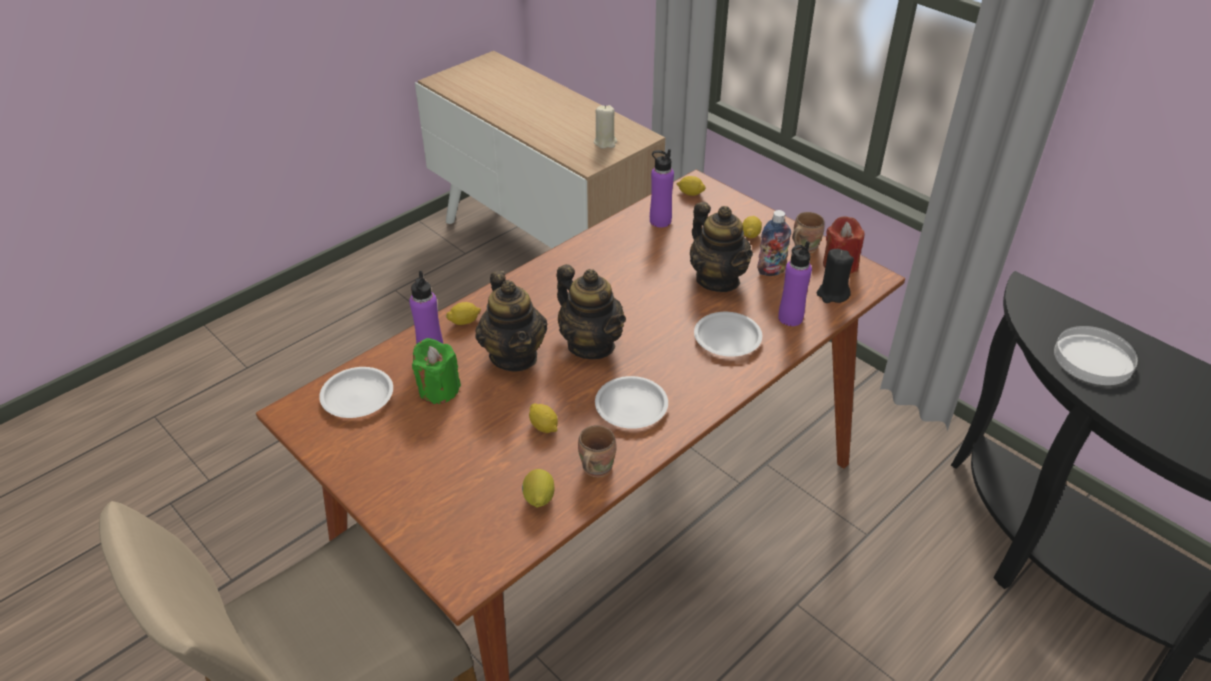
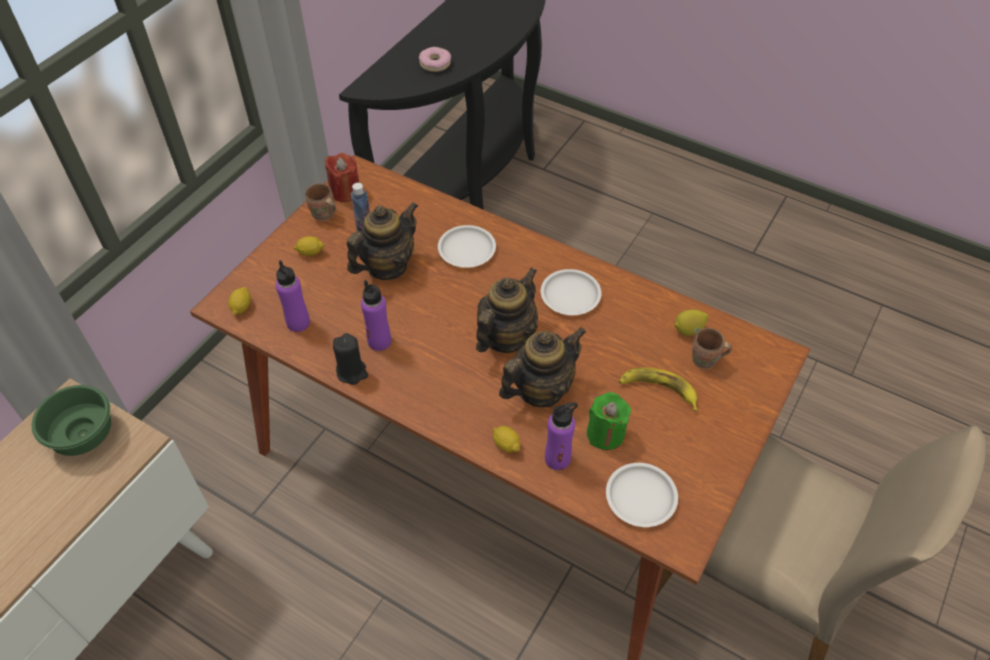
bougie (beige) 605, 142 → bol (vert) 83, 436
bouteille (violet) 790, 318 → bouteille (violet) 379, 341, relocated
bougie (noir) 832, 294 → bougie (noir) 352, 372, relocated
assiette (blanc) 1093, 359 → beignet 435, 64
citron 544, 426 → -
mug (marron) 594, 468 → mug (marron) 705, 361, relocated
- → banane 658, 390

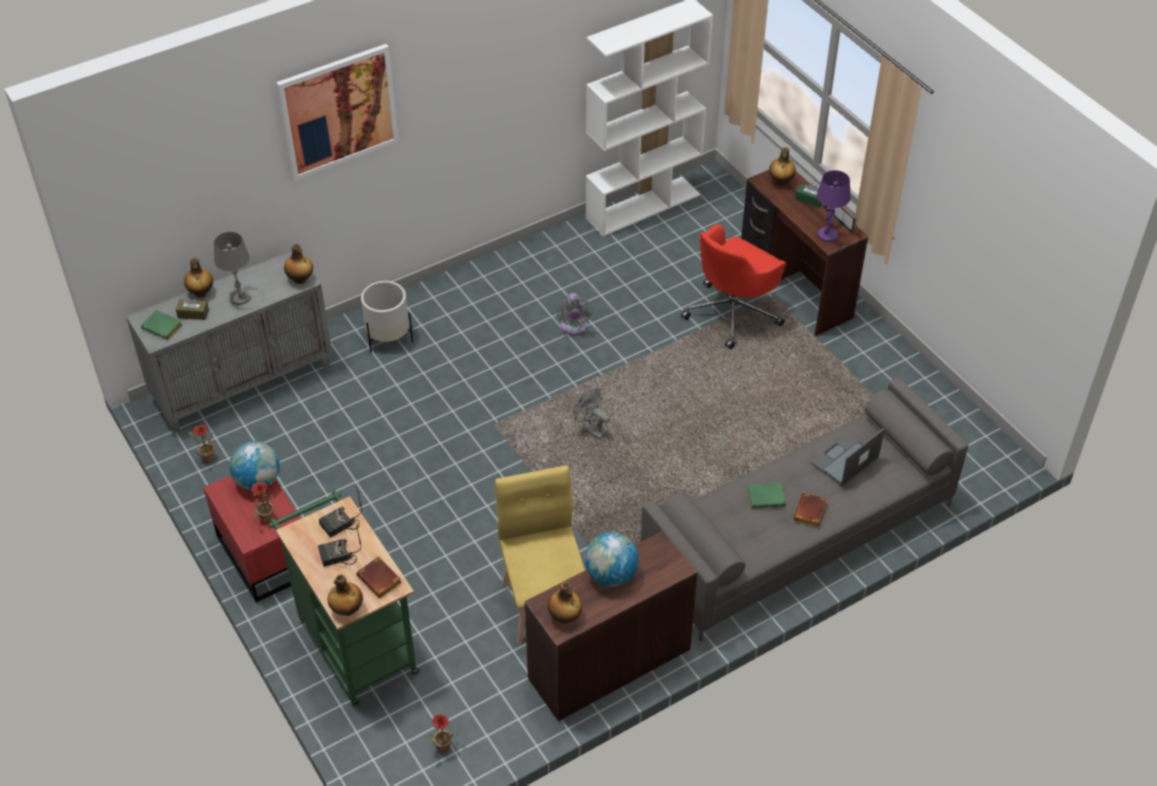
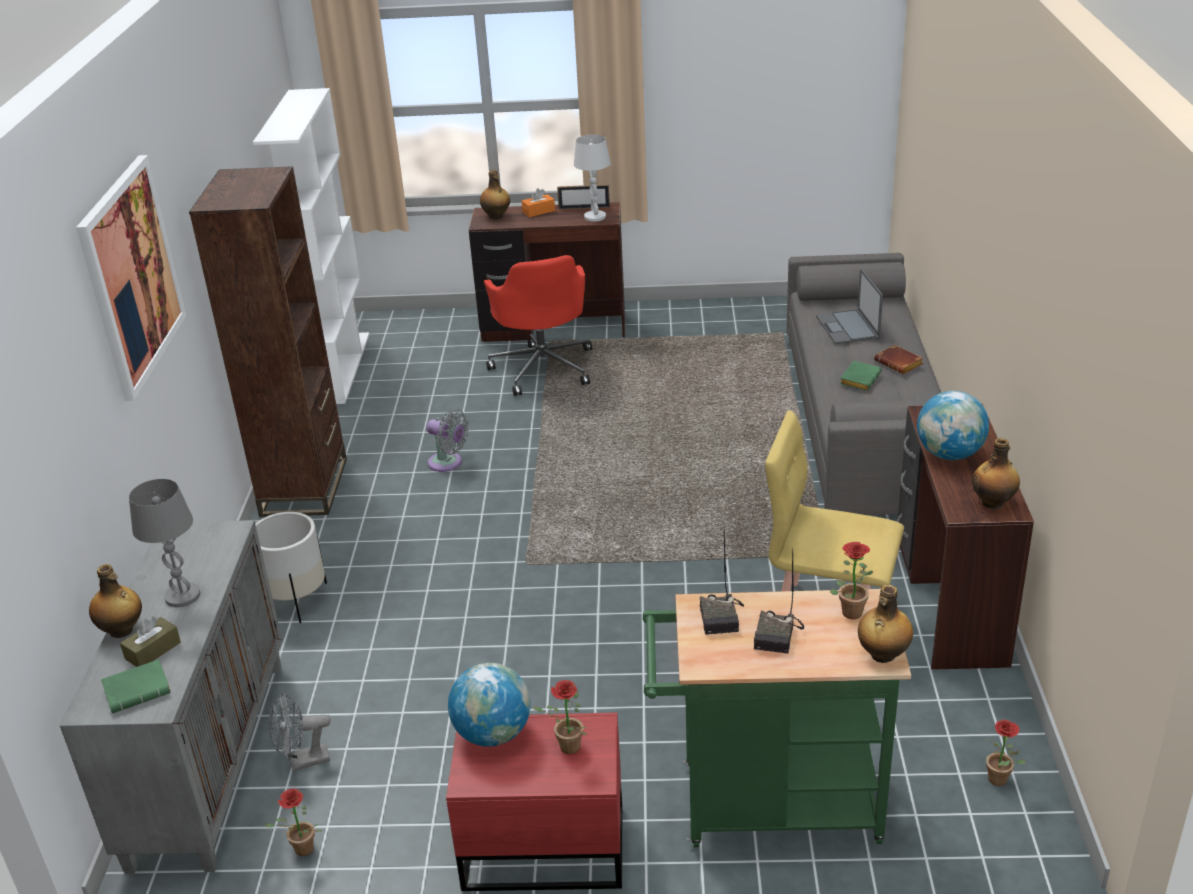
lampe de table (violet) 827, 235 → lampe de table (blanc) 595, 217
boîte à mouchoirs (vert) 809, 200 → boîte à mouchoirs (orange) 538, 211
bouteille 300, 279 → -
ventilateur (gris) 591, 429 → ventilateur (gris) 303, 761, relocated
livre (marron) 381, 580 → plante en pot 850, 610
- → bibliothèque (marron) 304, 487

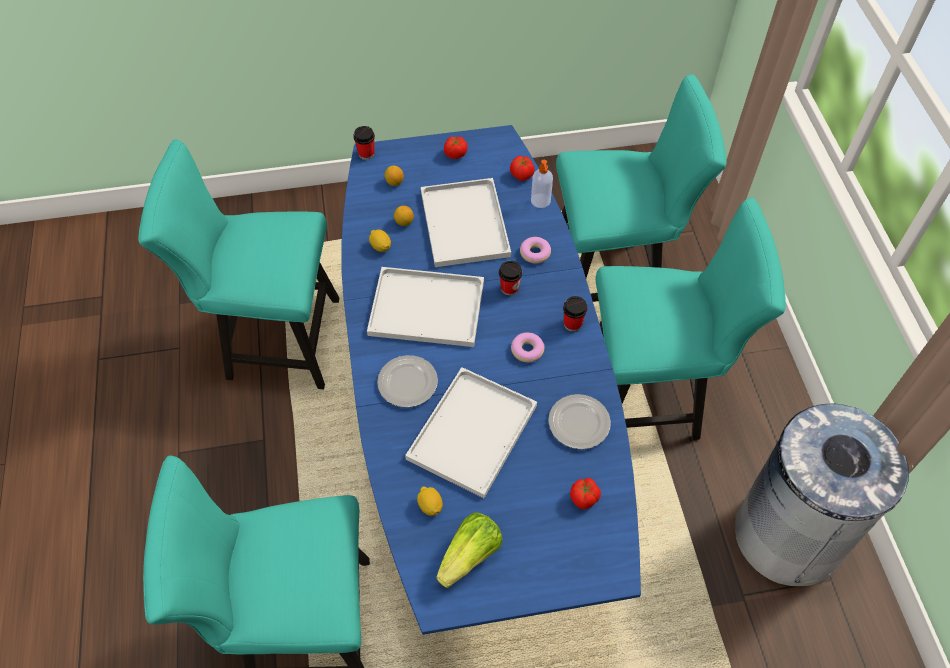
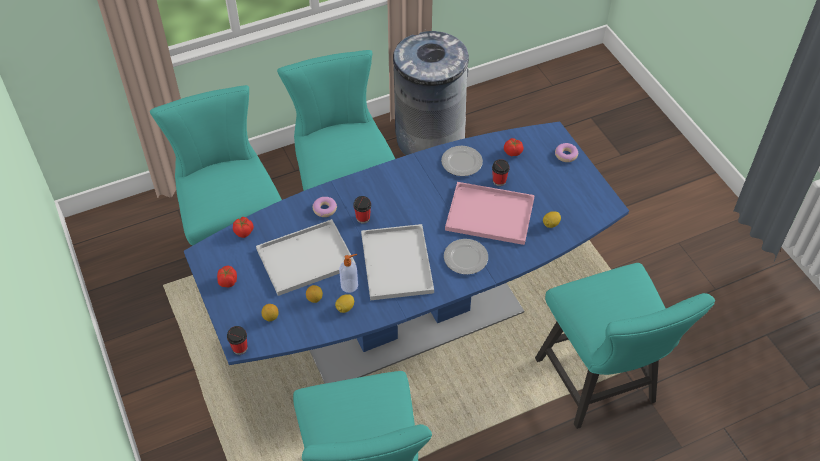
distributeur de savon 540, 201 → distributeur de savon 350, 285, relocated
tasse 572, 324 → tasse 499, 181, relocated
beignet 527, 350 → beignet 566, 155, relocated
plateau (blanc) 472, 434 → plateau (rose) 491, 214
laitue 470, 555 → -

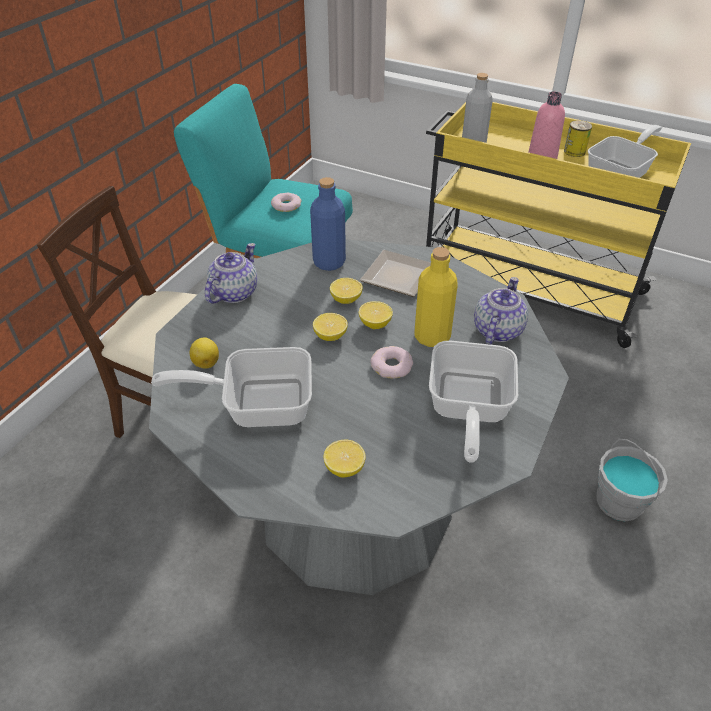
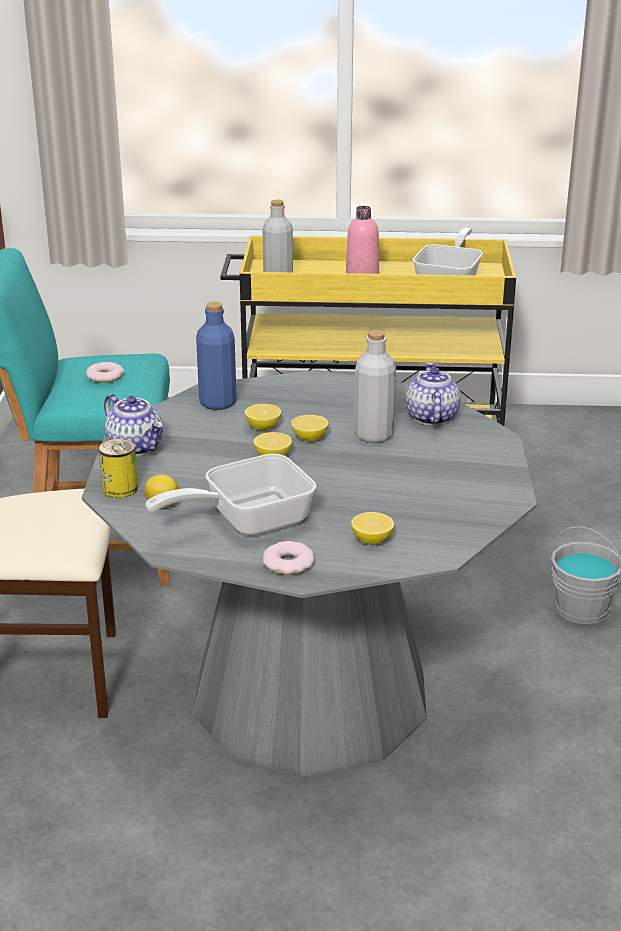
boîte métallique 574, 151 → boîte métallique 120, 489, relocated
théière 234, 292 → théière 136, 447, 135 degrees clockwise
bouteille (jaune) 432, 337 → bouteille (gris) 373, 435
assiette 399, 278 → -
poêle 467, 409 → -
beignet 392, 366 → beignet 289, 563, relocated

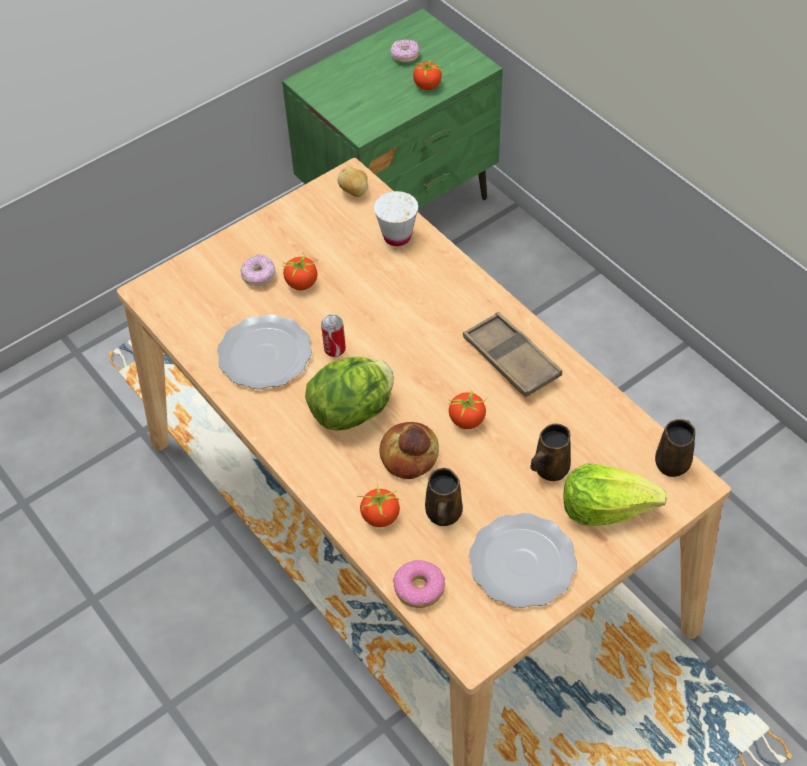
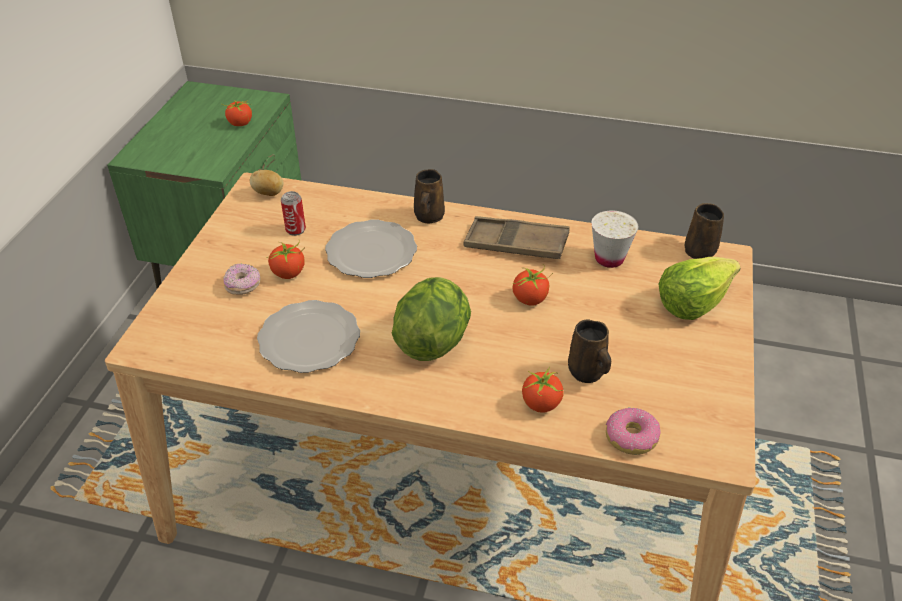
beignet 405, 56 → -
tasse (blanc) 397, 236 → tasse (blanc) 609, 259, relocated
boîte métallique 335, 349 → boîte métallique 295, 230, relocated
pain 408, 455 → -
mug (marron) 549, 469 → mug (marron) 428, 217, relocated
assiette 524, 563 → assiette 372, 251, relocated

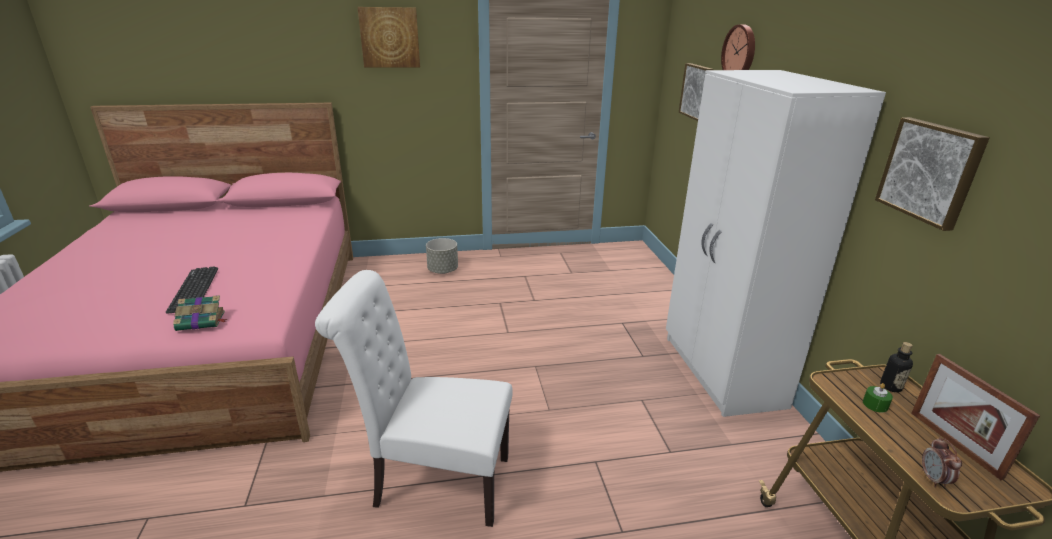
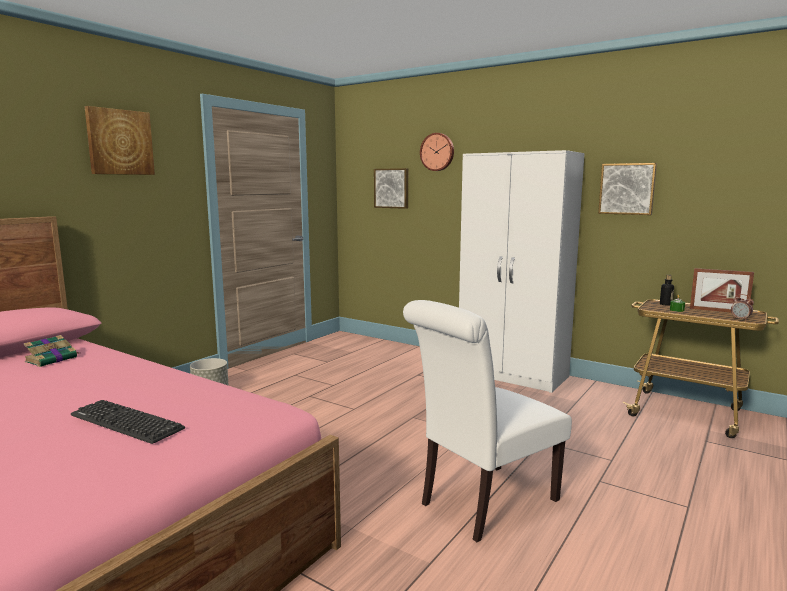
livre 202, 321 → livre 52, 359, relocated

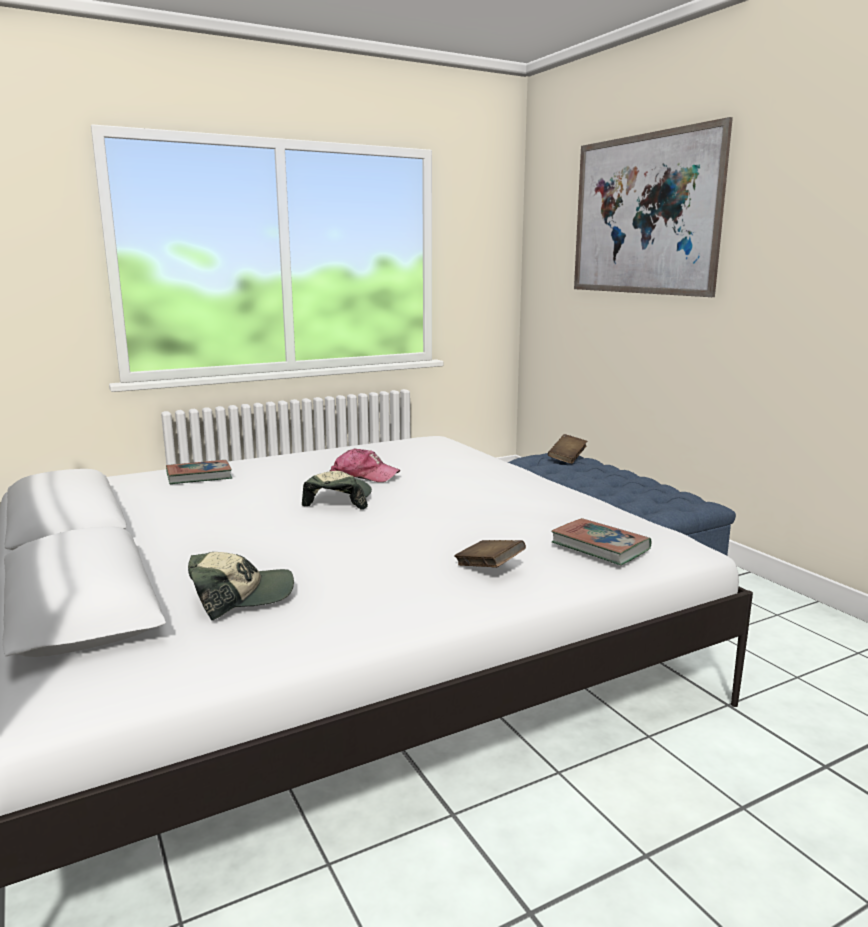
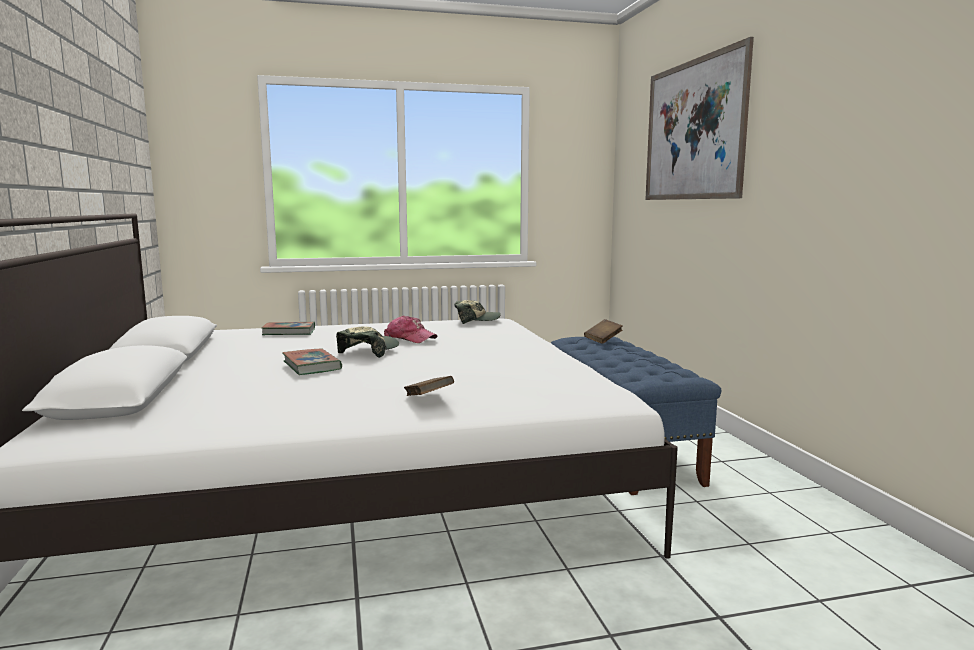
livre 600, 546 → livre 311, 366, relocated
casquette 241, 597 → casquette 476, 321, relocated

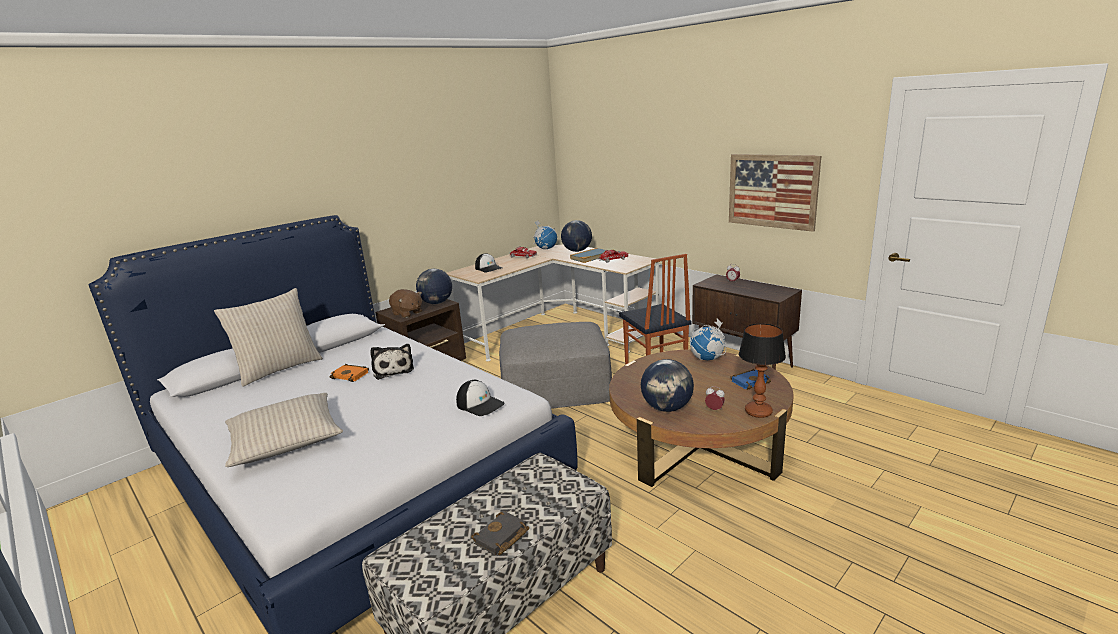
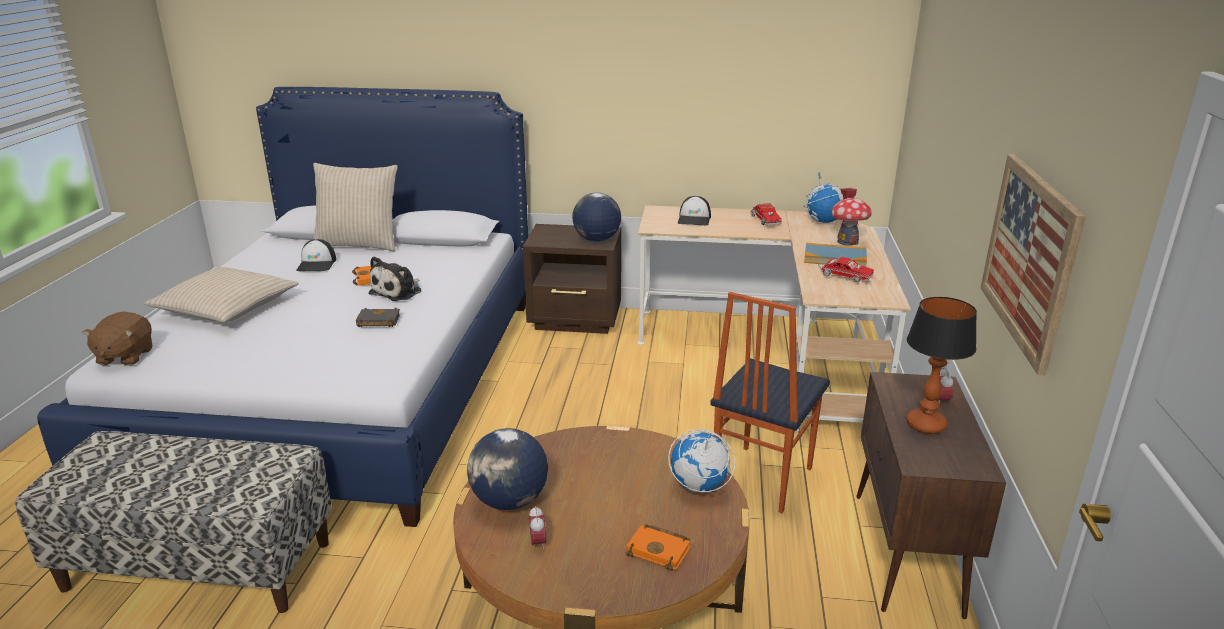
globe 577, 251 → maison miniature 847, 241
peluche (marron) 407, 313 → peluche (marron) 125, 356, relocated
pouf (gris) 556, 387 → -
lampe de table 759, 412 → lampe de table 926, 425, relocated
livre (bleu) 750, 381 → livre (orange) 660, 550
casquette 480, 404 → casquette 317, 264, relocated
livre (noir) 501, 538 → livre (noir) 377, 322, relocated

